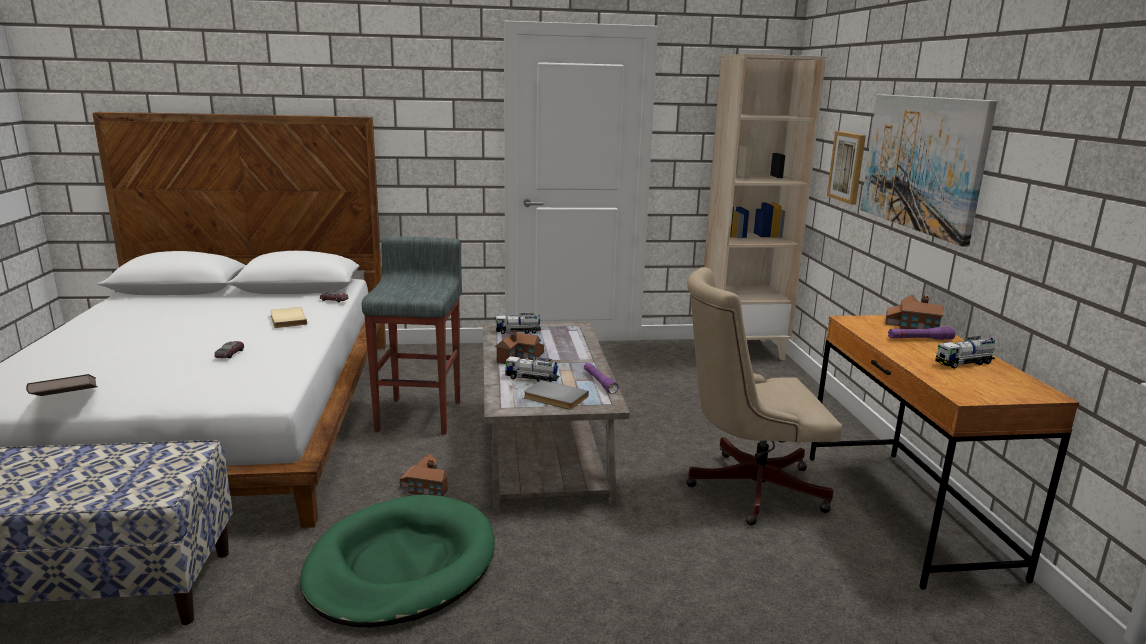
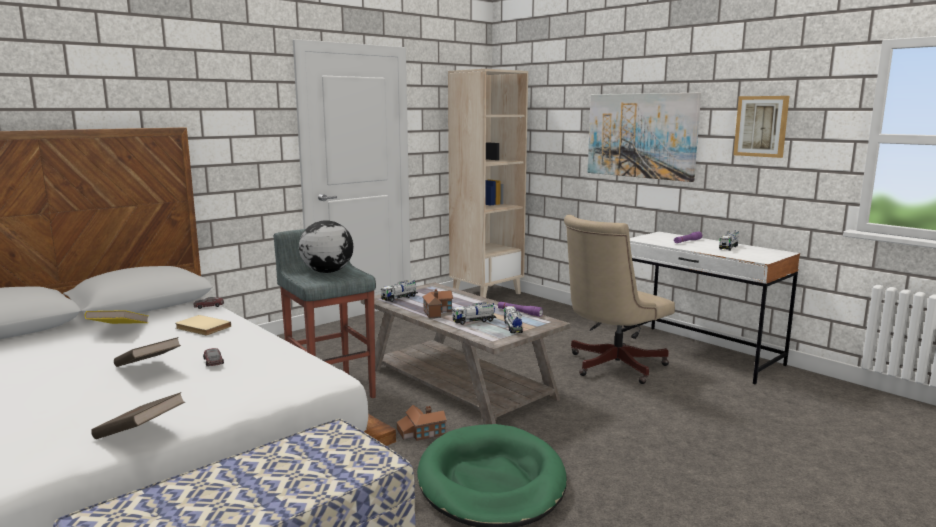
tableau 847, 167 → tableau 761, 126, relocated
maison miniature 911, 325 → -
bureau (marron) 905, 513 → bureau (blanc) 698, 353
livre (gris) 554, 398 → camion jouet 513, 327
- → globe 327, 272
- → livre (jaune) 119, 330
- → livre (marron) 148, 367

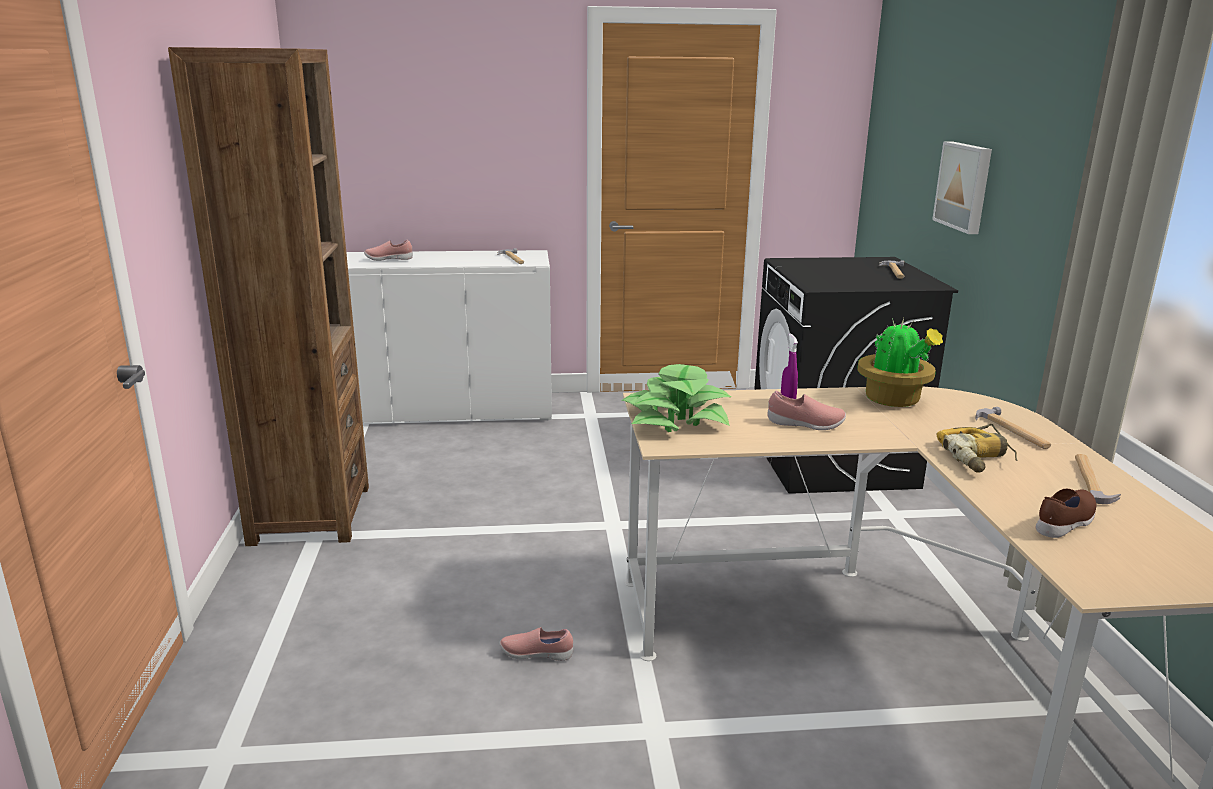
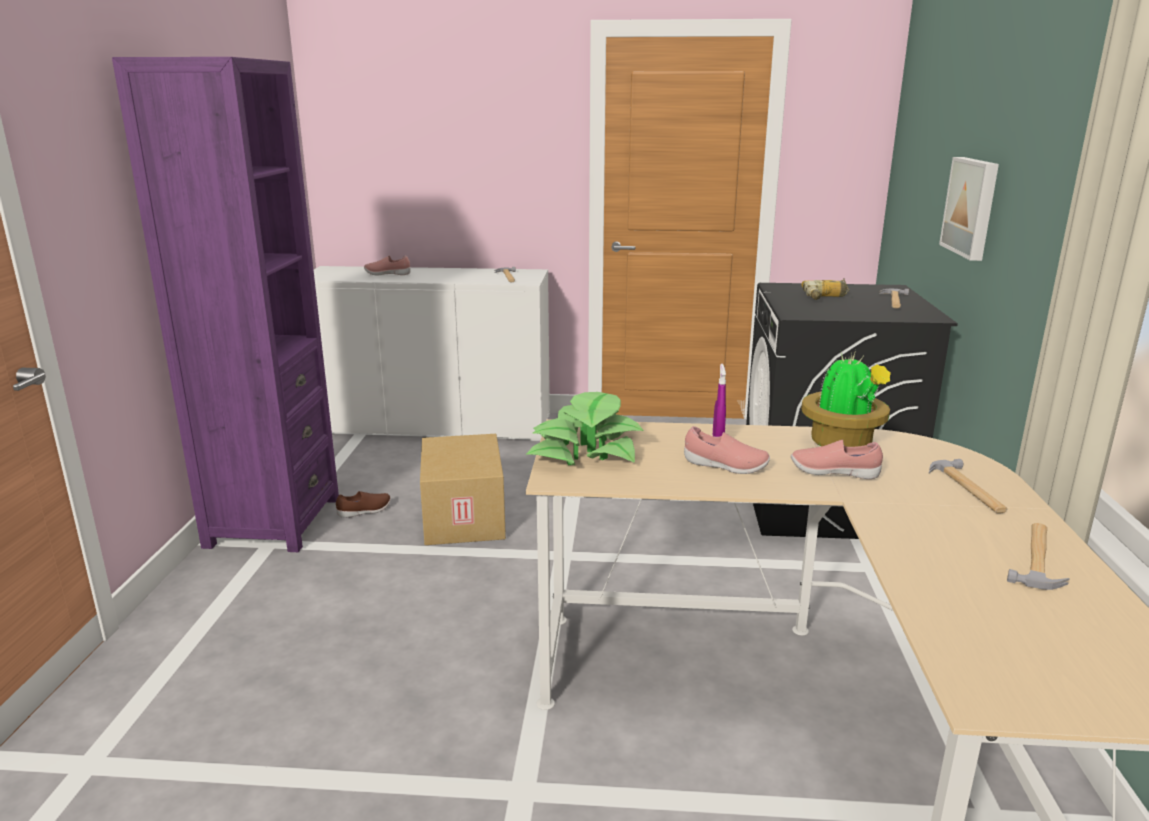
bibliothèque (marron) 310, 515 → bibliothèque (violet) 273, 521
perceuse 979, 457 → perceuse 826, 296, relocated
chaussure (marron) 1065, 524 → chaussure (marron) 365, 511, relocated
chaussure (rose) 536, 654 → chaussure (rose) 833, 473, relocated
- → carton 461, 516

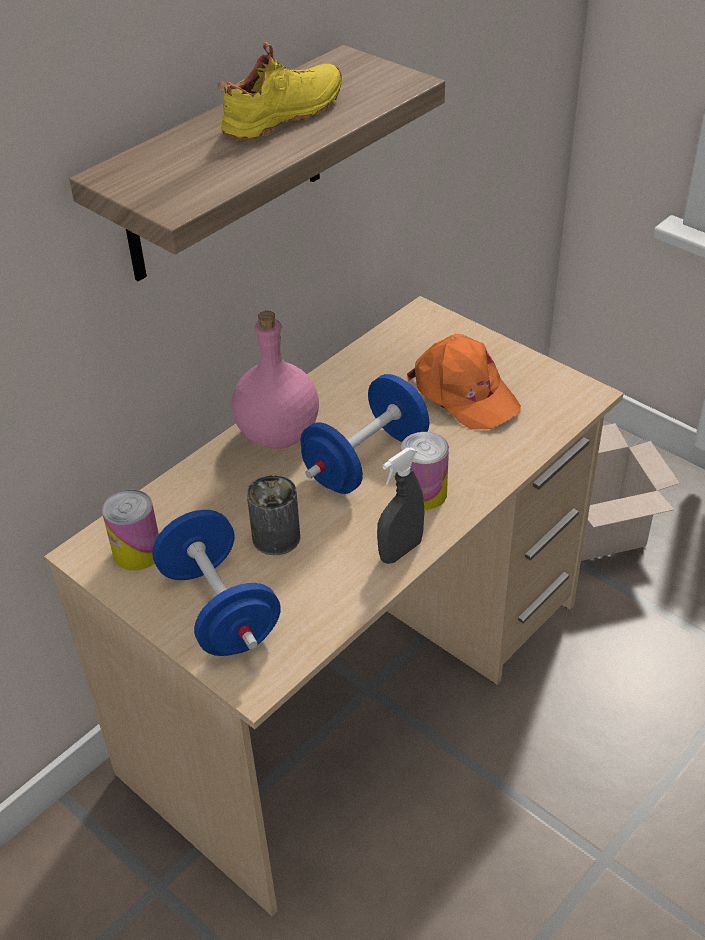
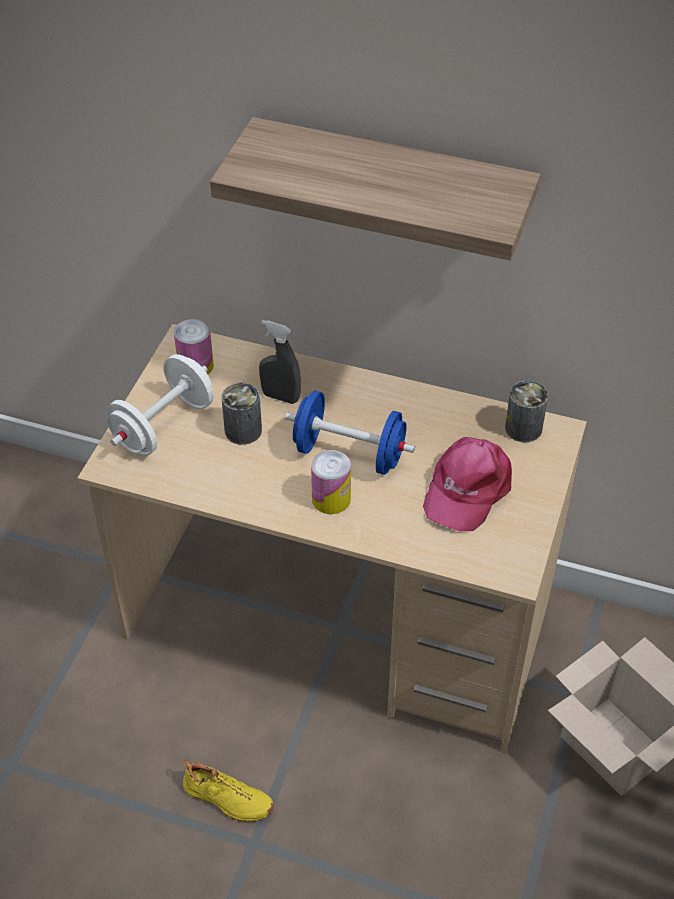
chaussure (jaune) 286, 116 → chaussure (jaune) 227, 800, relocated
bouteille (rose) 277, 433 → -
casquette (orange) 463, 393 → casquette (rose) 467, 489
vaporisateur (gris) 400, 551 → vaporisateur (gris) 280, 397, relocated
haltère (bleu) 219, 609 → haltère (blanc) 163, 426
- → boîte métallique 523, 428

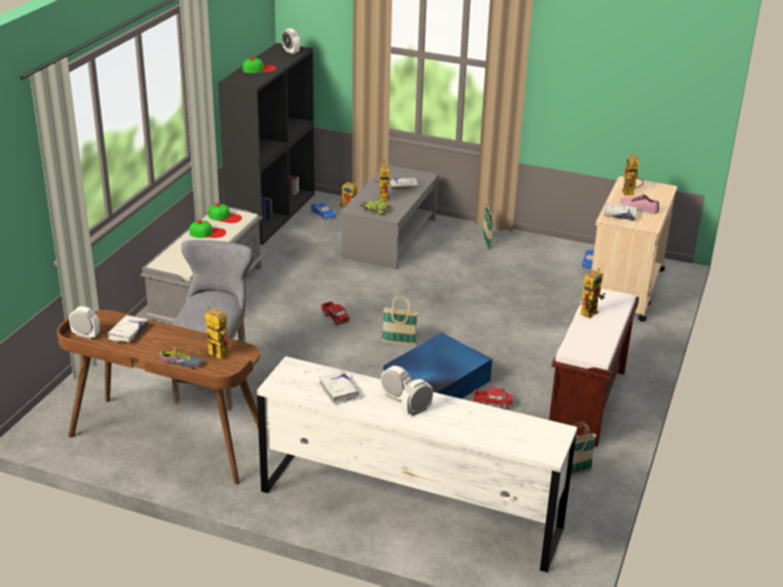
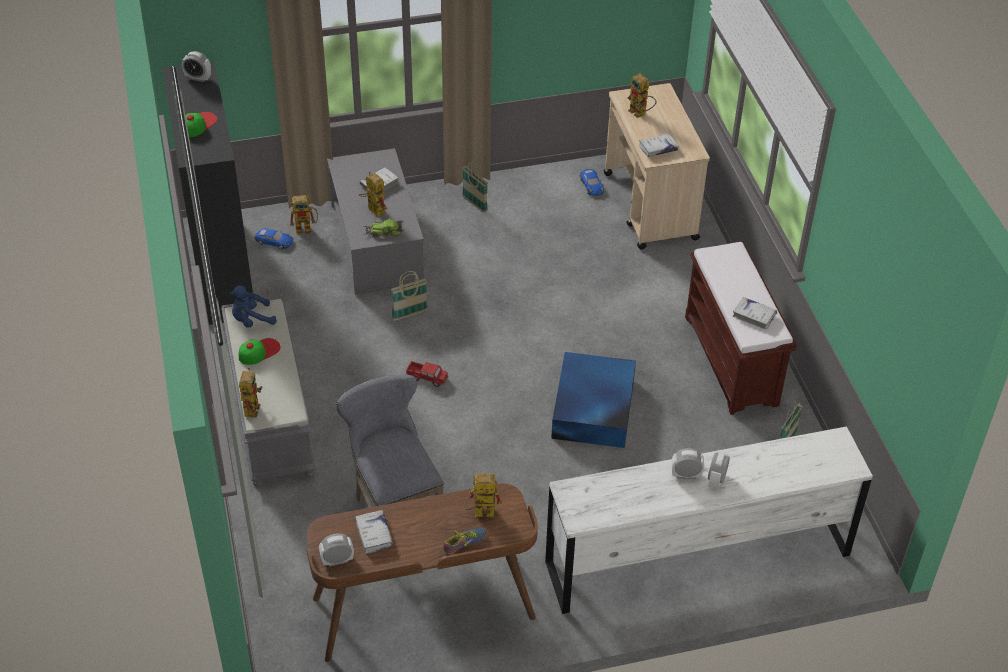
chaussure 639, 207 → -
casquette 224, 217 → peluche (bleu) 251, 320
robot jouet 589, 311 → robot jouet 251, 406, relocated
panier 399, 343 → panier 409, 314, relocated
livre (blanc) 338, 391 → livre (blanc) 754, 316, relocated
camion jouet 492, 403 → -

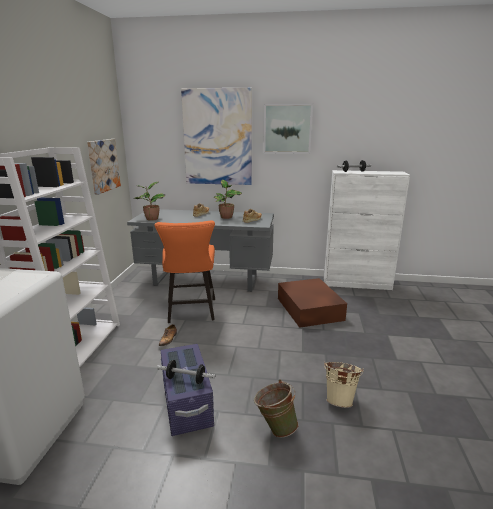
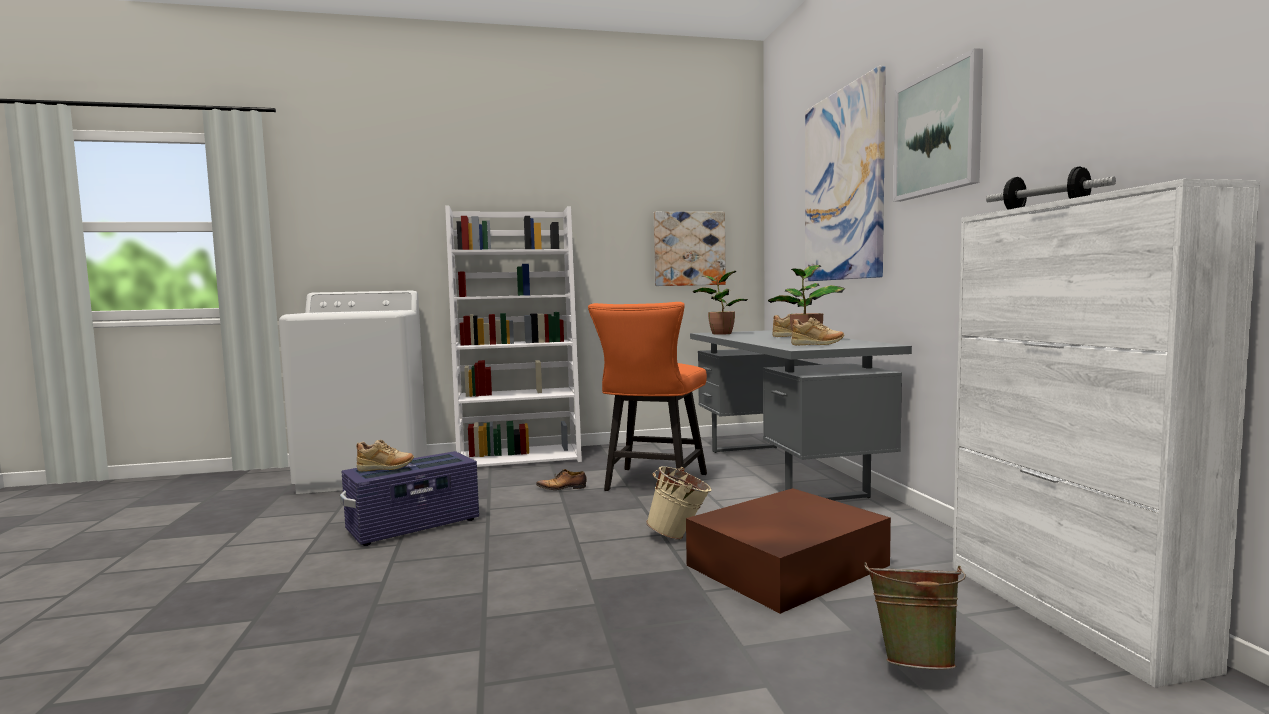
chaise (orange) 191, 312 → chaise (orange) 652, 484, 45 degrees counterclockwise
haltère 186, 379 → chaussure (beige) 385, 469
seau (beige) 340, 399 → seau (beige) 680, 536, relocated
seau (vert) 275, 427 → seau (vert) 914, 661, relocated

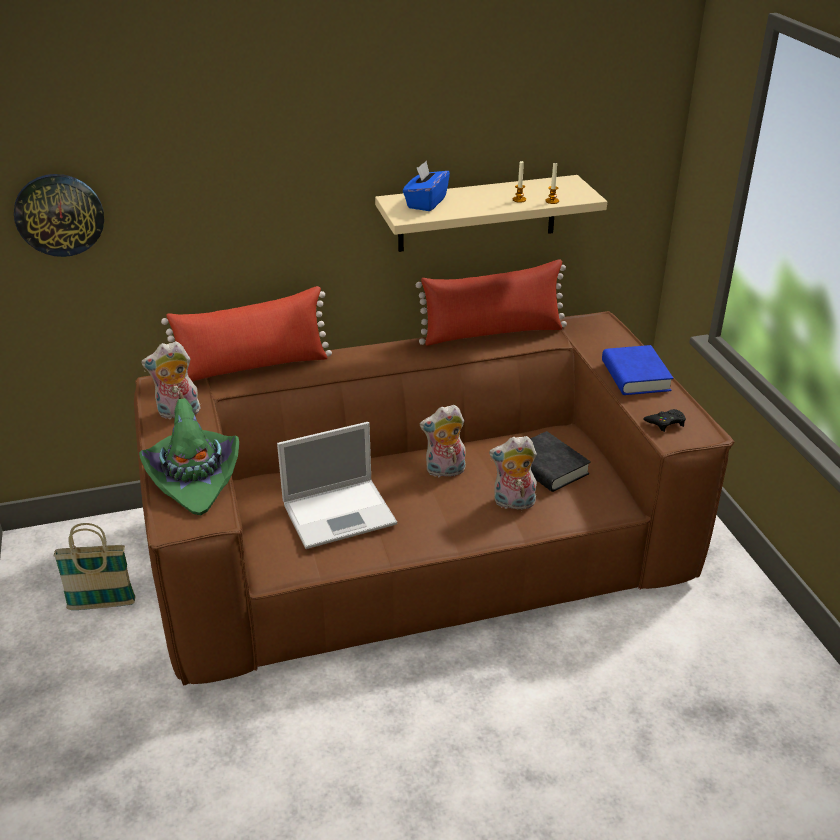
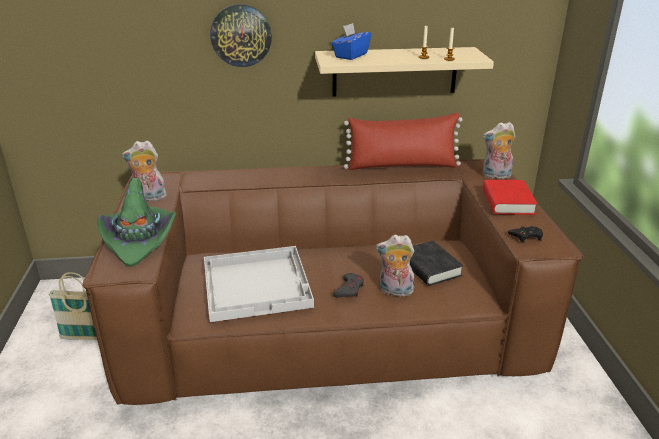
horloge murale 59, 214 → horloge murale 241, 35, relocated
coussin (rouge) 253, 367 → -
livre (bleu) 635, 376 → livre (rouge) 507, 202
peluche 444, 471 → peluche 495, 176, relocated
ordinateur portable 341, 513 → plateau (blanc) 257, 284
- → manette (gris) 349, 289

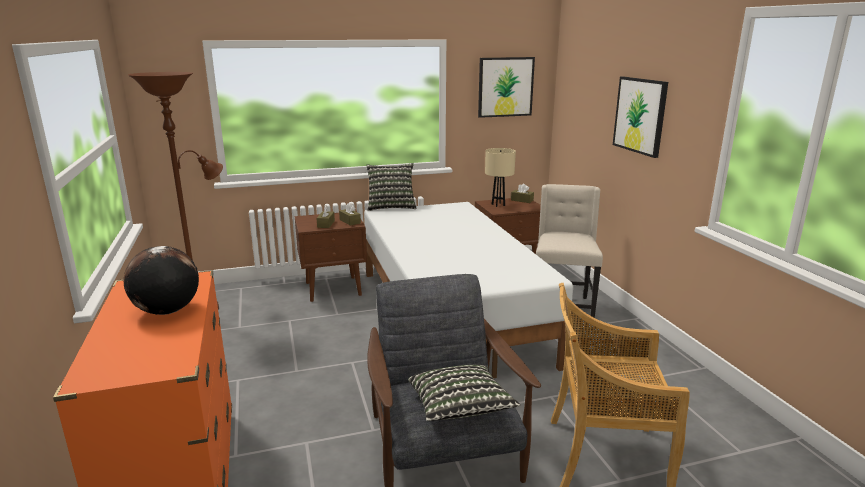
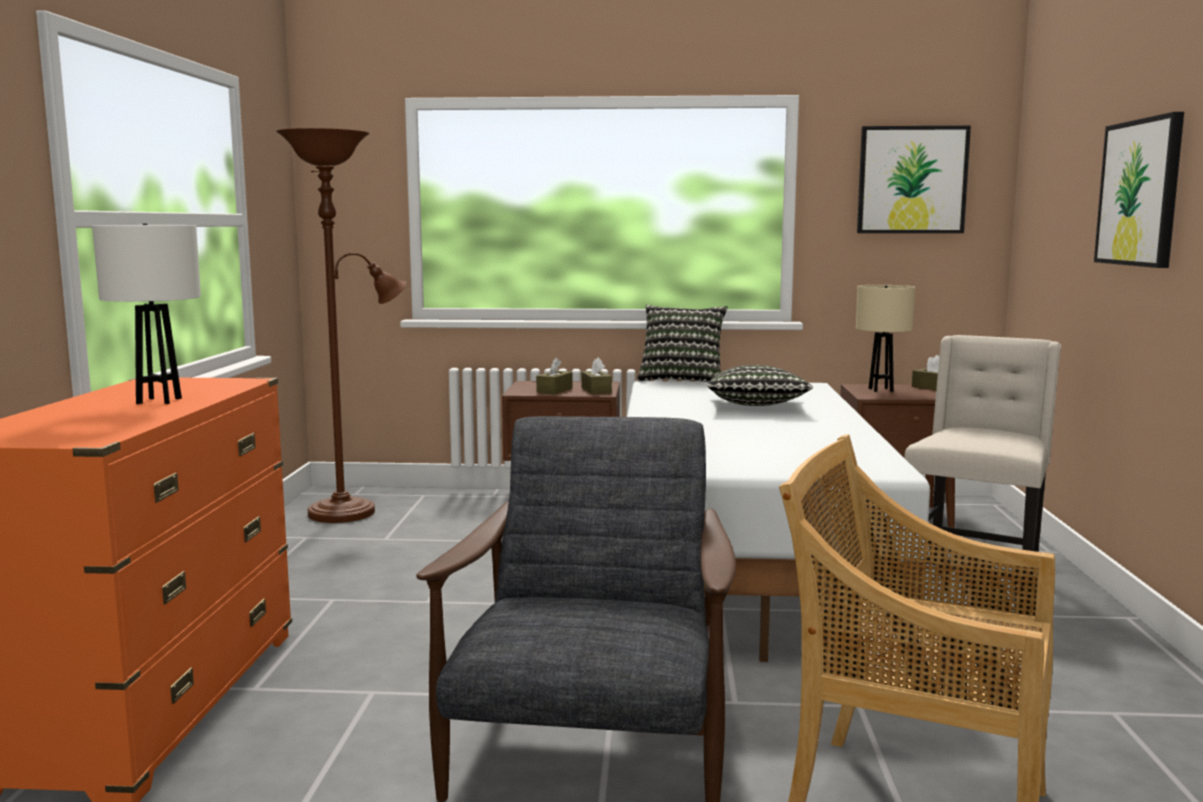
globe 167, 311 → lampe de table (blanc) 159, 401
coussin 460, 408 → coussin 756, 407, relocated

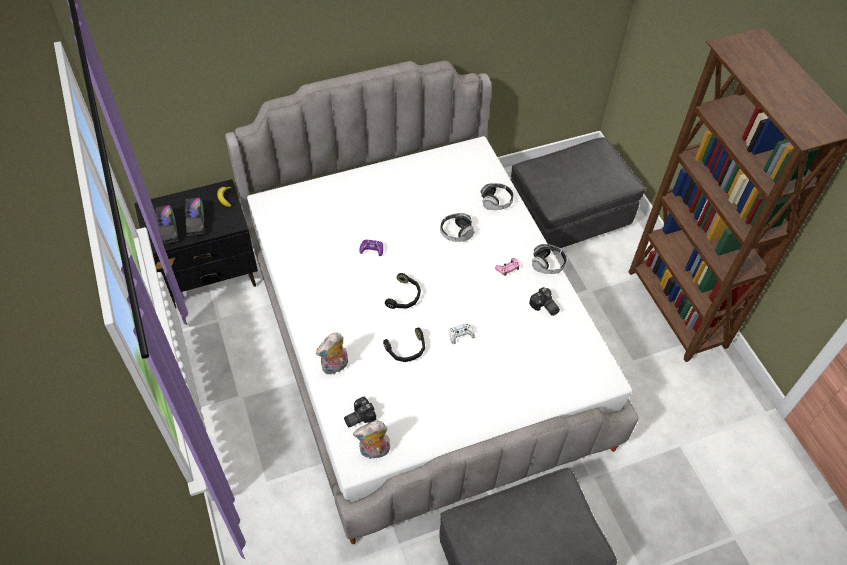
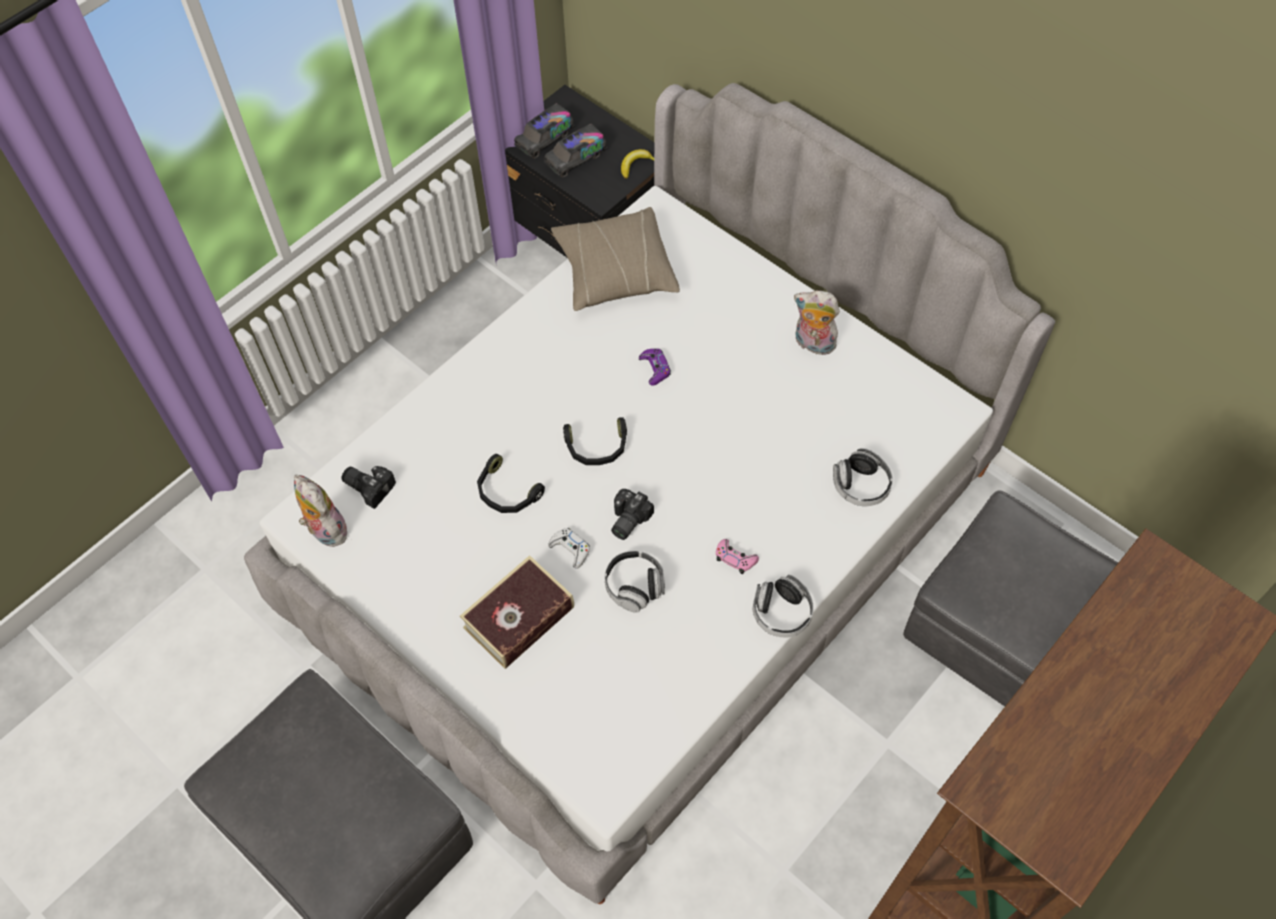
casque audio 456, 233 → casque audio 634, 586, relocated
appareil photo 544, 307 → appareil photo 626, 520, relocated
peluche 335, 367 → peluche 812, 344, relocated
- → coussin (beige) 615, 271
- → livre 519, 618

